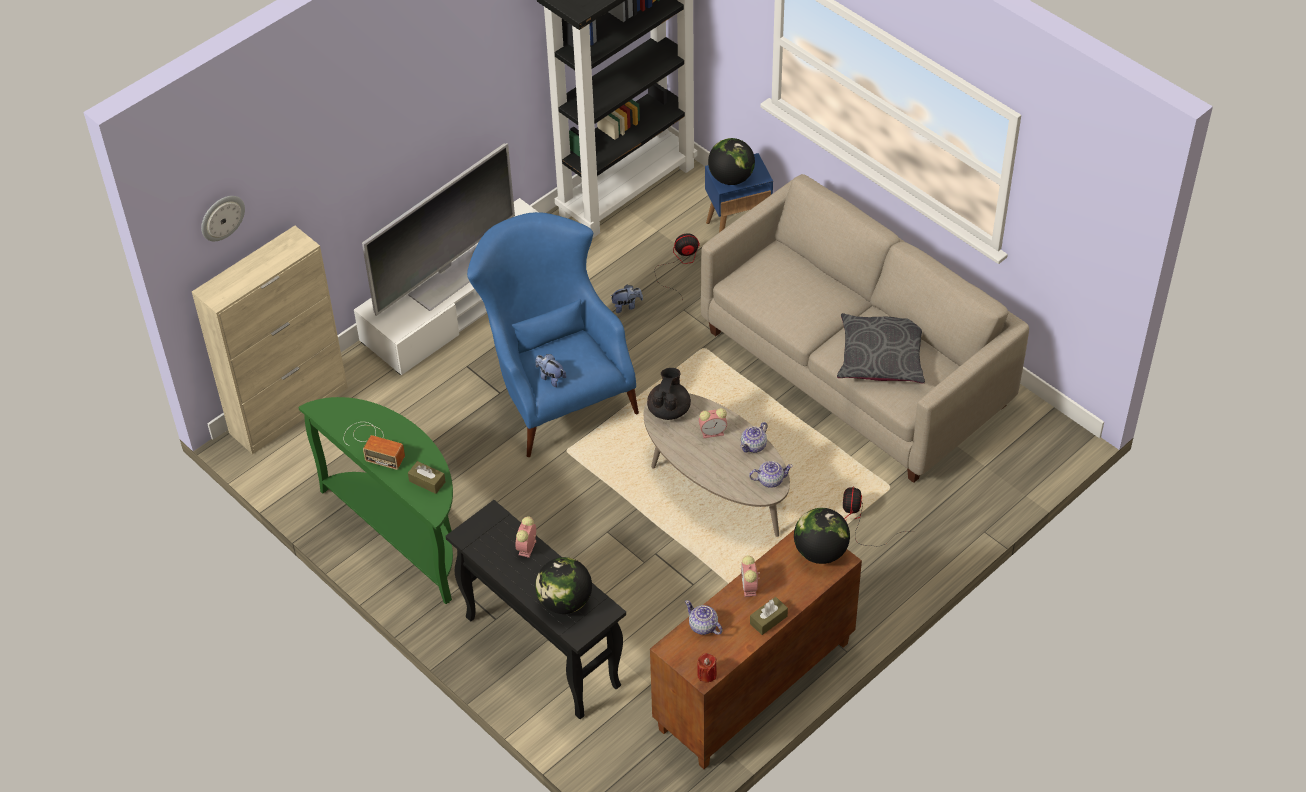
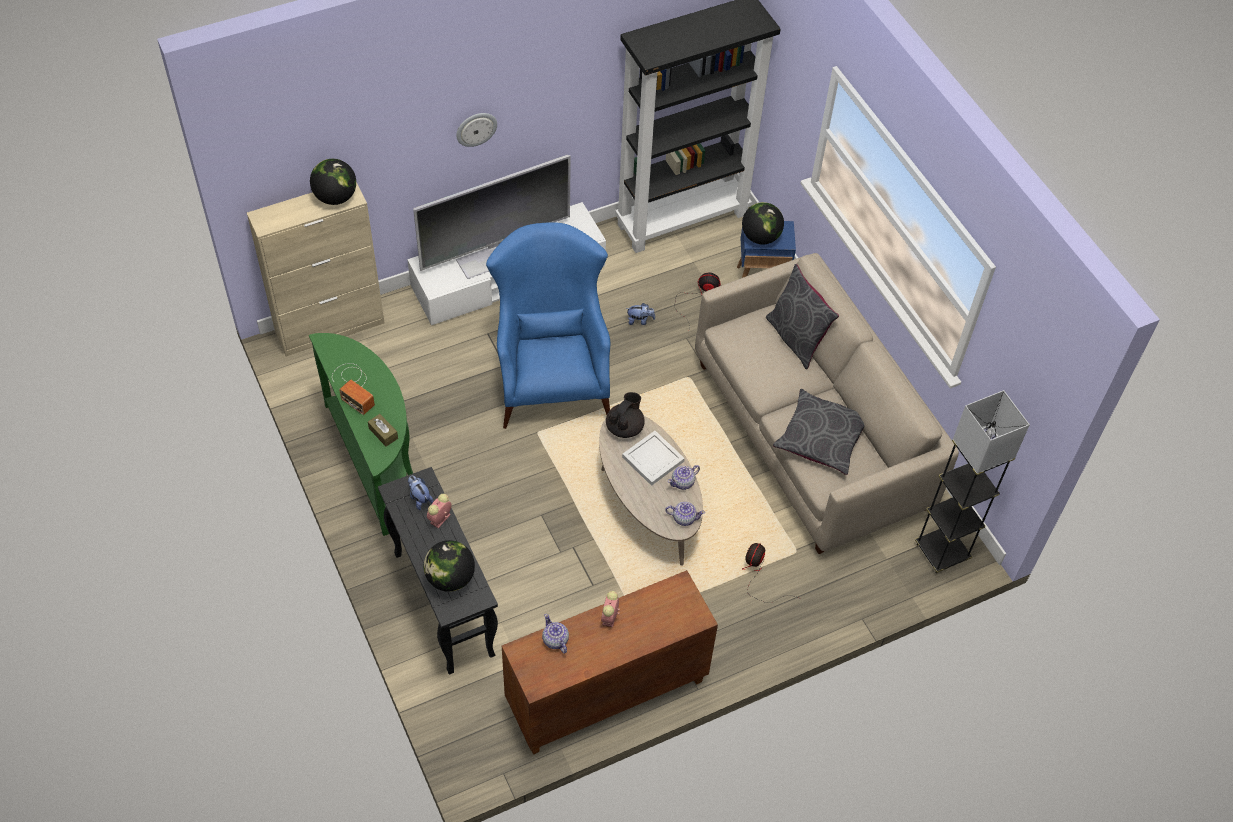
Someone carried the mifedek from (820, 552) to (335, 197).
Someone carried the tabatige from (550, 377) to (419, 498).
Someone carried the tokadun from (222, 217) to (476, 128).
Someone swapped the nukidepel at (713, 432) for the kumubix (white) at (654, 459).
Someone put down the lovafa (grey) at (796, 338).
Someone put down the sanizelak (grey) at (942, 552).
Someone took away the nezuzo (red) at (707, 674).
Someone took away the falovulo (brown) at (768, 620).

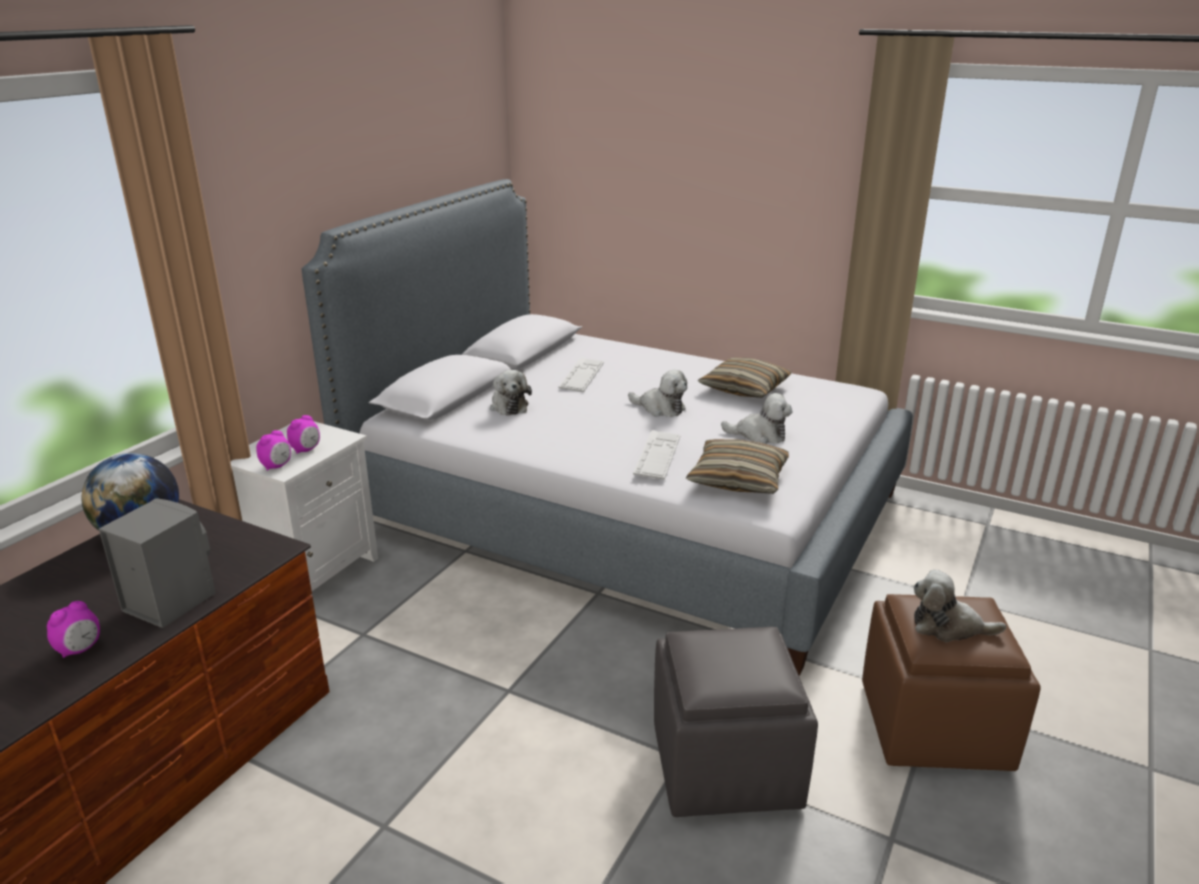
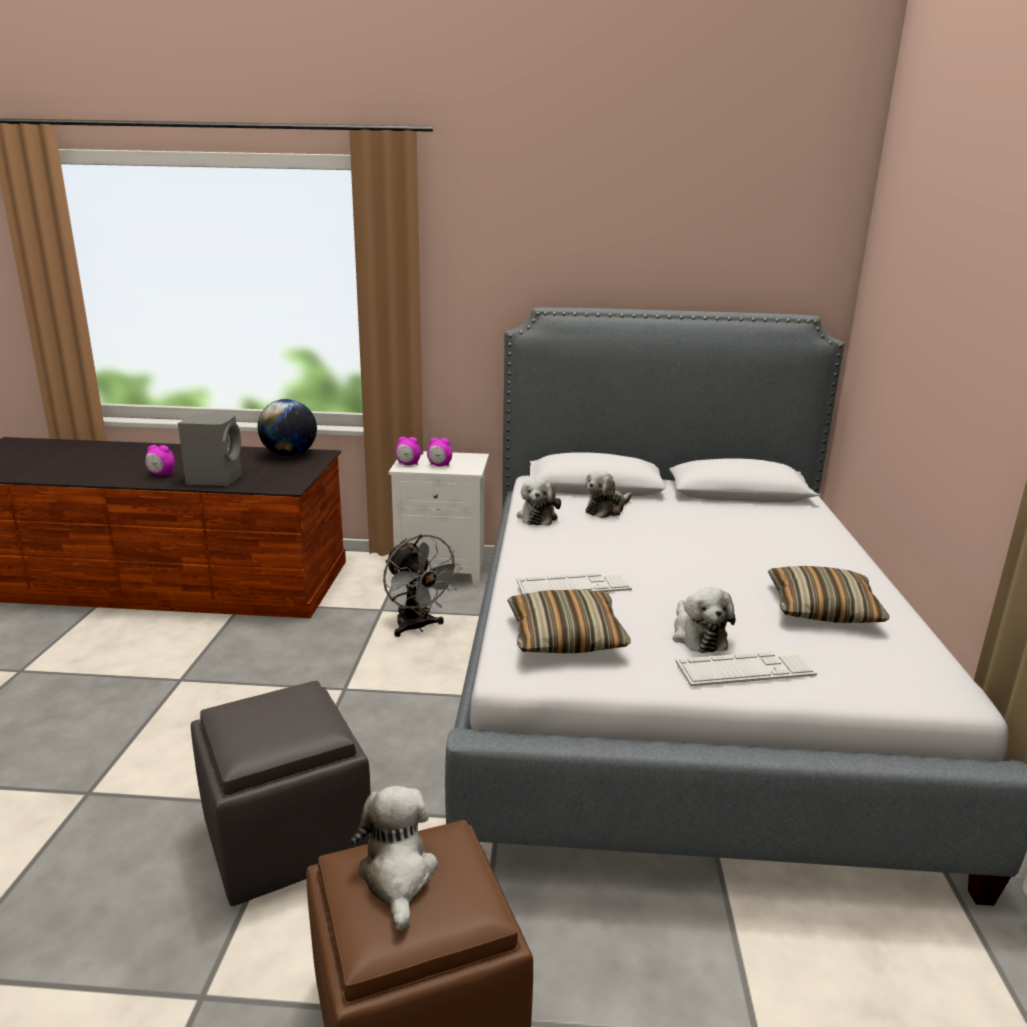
Someone put down the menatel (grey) at (417, 627).
Someone carried the tabatige from (660, 408) to (537, 516).
Someone carried the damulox from (582, 375) to (745, 669).

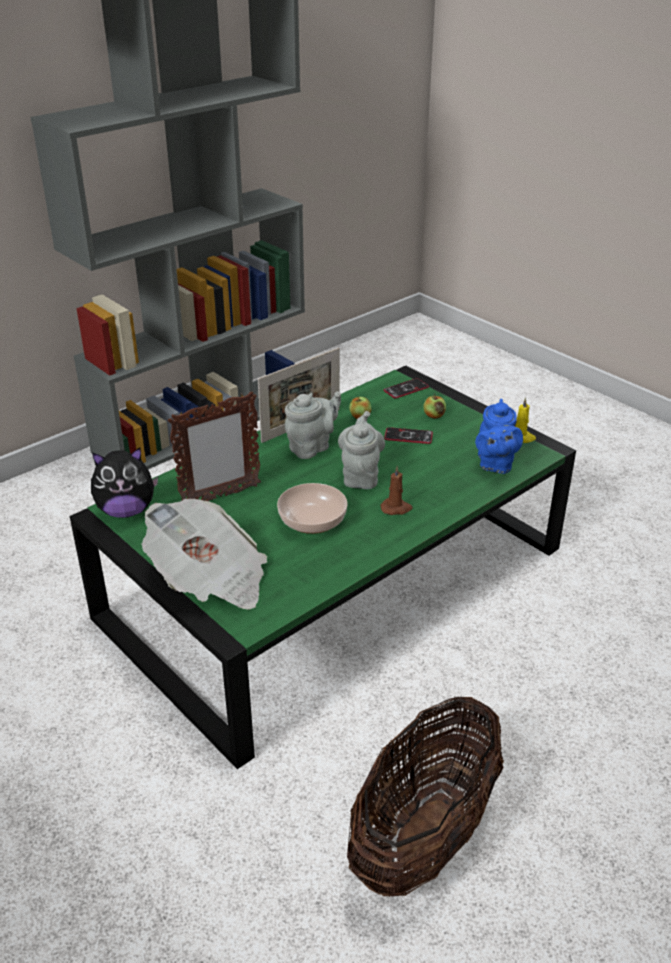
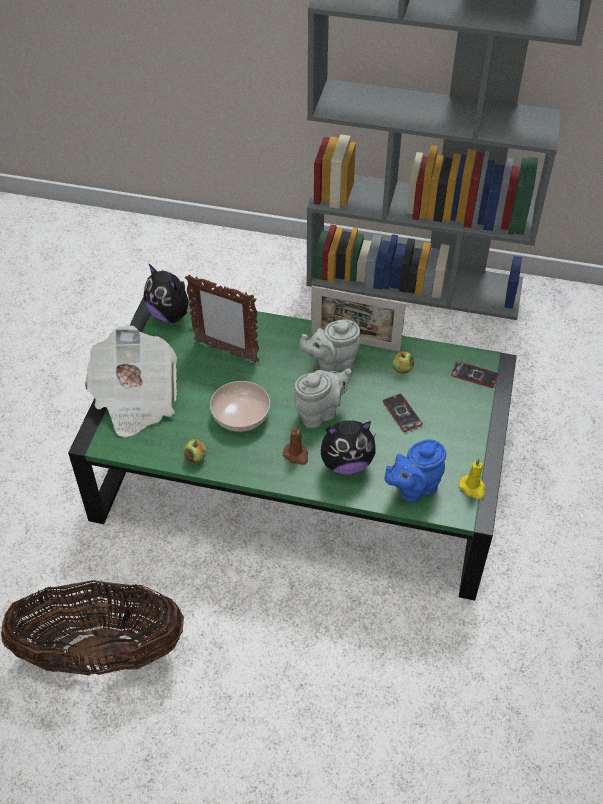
Someone carried the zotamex from (434, 415) to (195, 457).
Someone rotated the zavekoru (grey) at (312, 447) by 150 degrees clockwise.
Someone put down the tabatige at (346, 463).

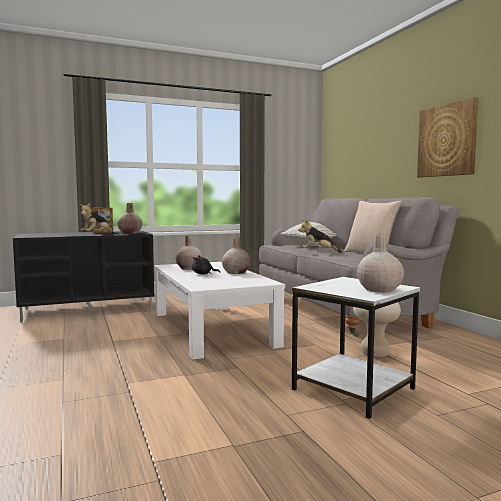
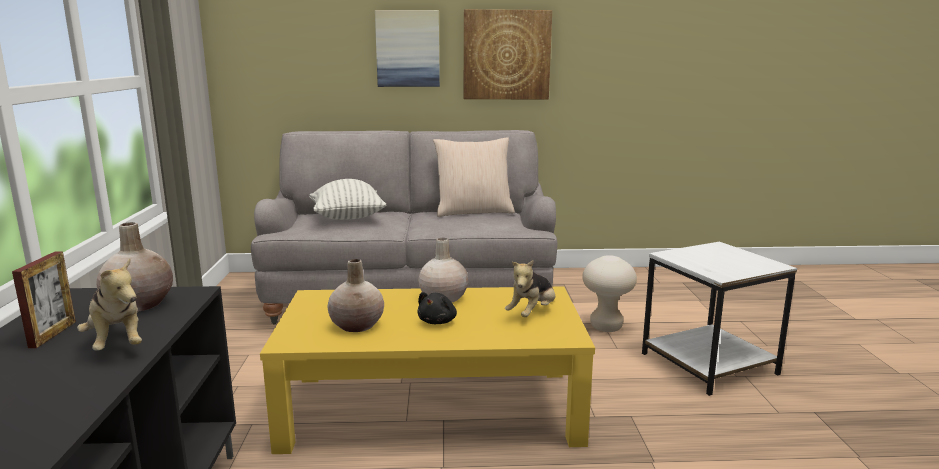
Someone repainted the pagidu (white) at (211, 328), which became the pagidu (yellow) at (433, 407).
Someone put up the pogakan at (408, 49).
Someone carried the tabatige from (318, 252) to (532, 313).
Someone took away the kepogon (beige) at (379, 289).

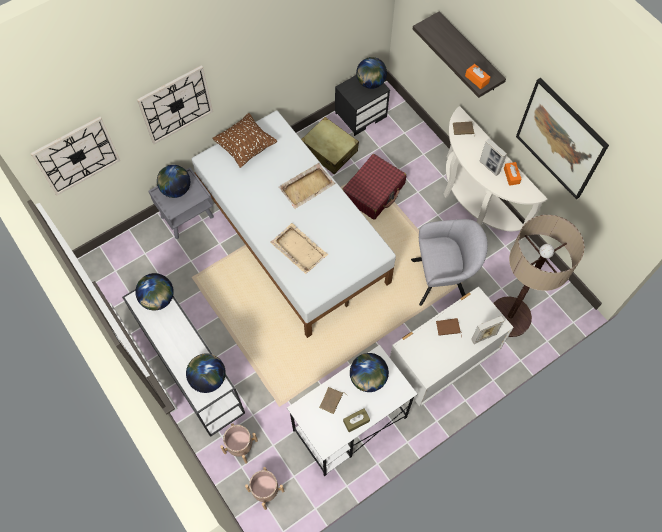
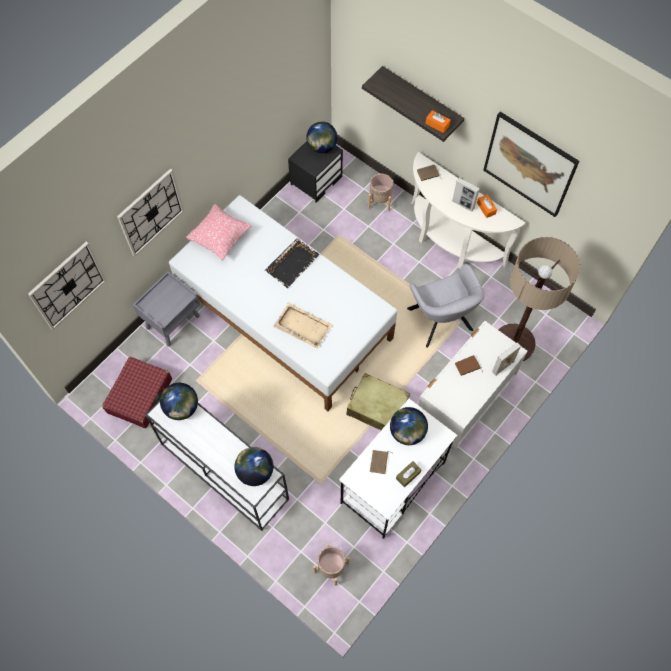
Someone carried the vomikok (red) from (373, 191) to (140, 396).
Someone repainted the lovafa (brown) at (246, 147), which became the lovafa (pink) at (220, 238).
Someone repainted the kumubix (beige) at (307, 186), which became the kumubix (black) at (292, 263).
Someone carried the vomikok (beige) from (329, 150) to (377, 407).
Someone carried the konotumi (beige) from (241, 446) to (380, 201).
Someone rotated the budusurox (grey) at (442, 279) by 90 degrees clockwise.
Someone took away the mifedek at (176, 189).

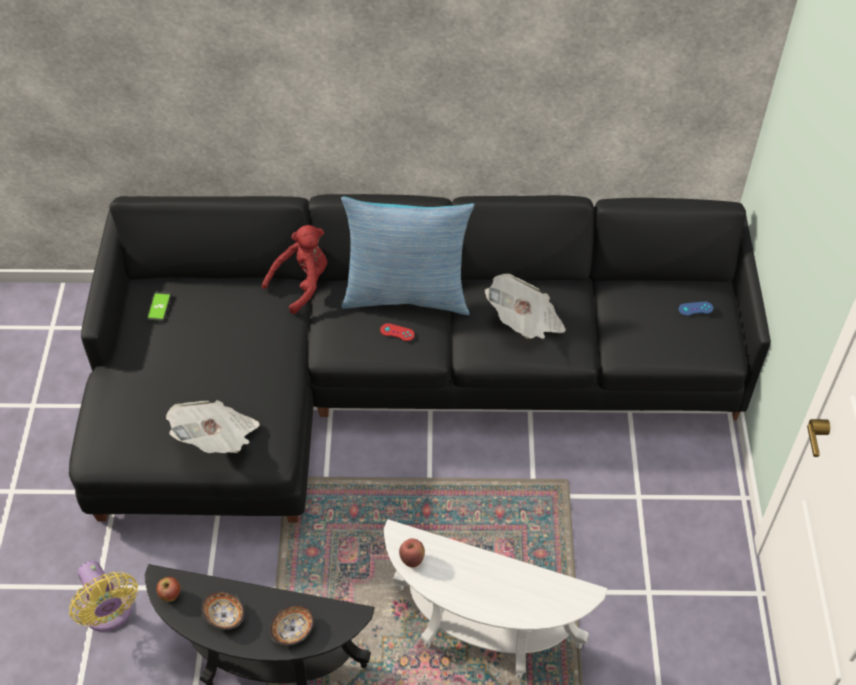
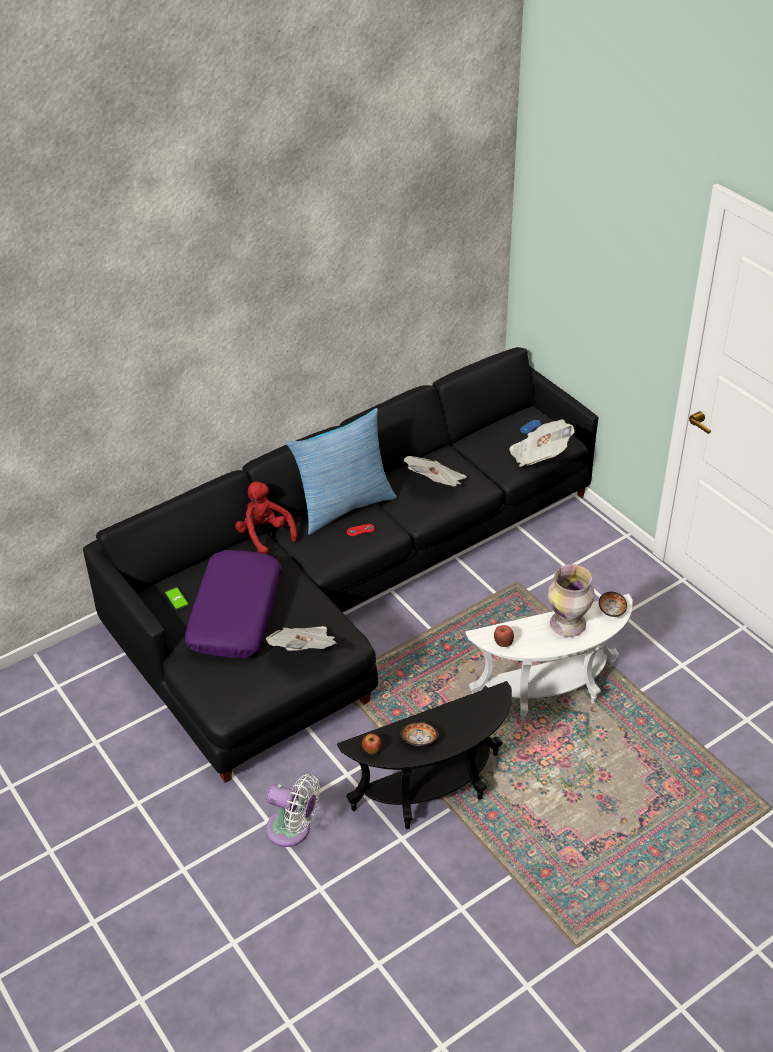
Someone put down the lovafa (purple) at (235, 613).
Someone rotated the tabatige (red) at (302, 283) by 45 degrees counterclockwise.
Someone repainted the menatel (yellow) at (109, 613), which became the menatel (white) at (292, 830).
Someone put down the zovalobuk at (539, 455).
Someone put down the kepogon at (567, 625).
Someone carried the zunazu from (293, 630) to (611, 610).

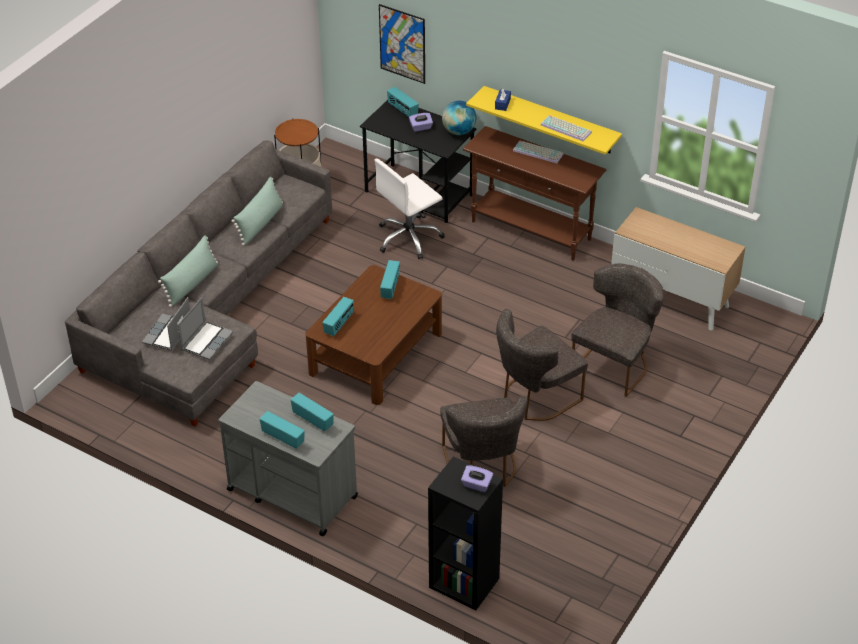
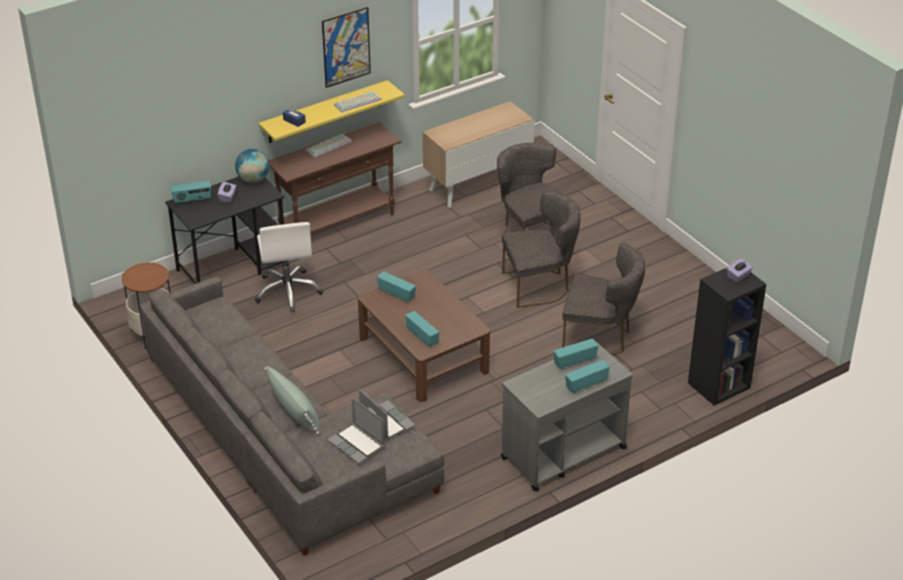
Someone carried the pogakan from (402, 43) to (346, 47).
Someone rotated the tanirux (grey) at (535, 398) by 90 degrees counterclockwise.
Someone took away the lovafa (green) at (260, 223).

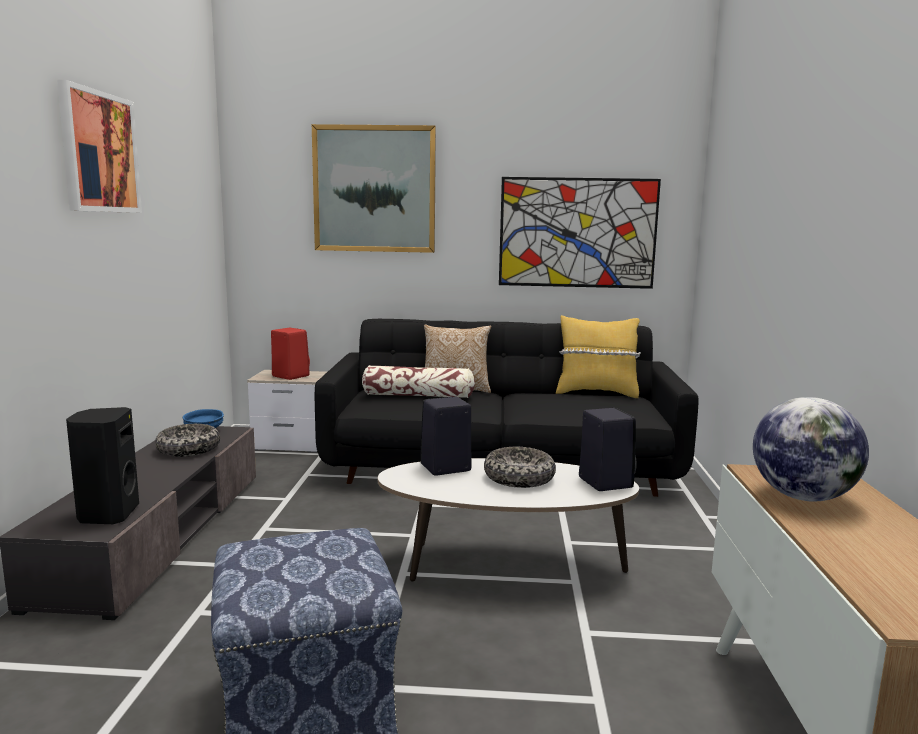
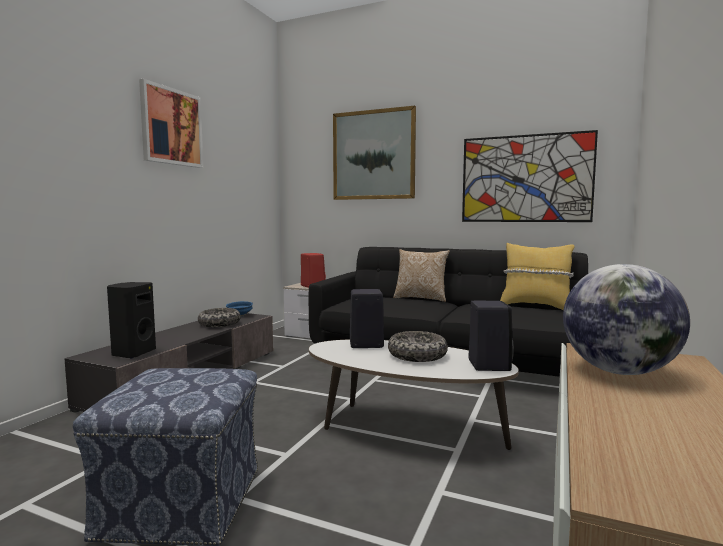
Someone took away the lovafa at (418, 395).

